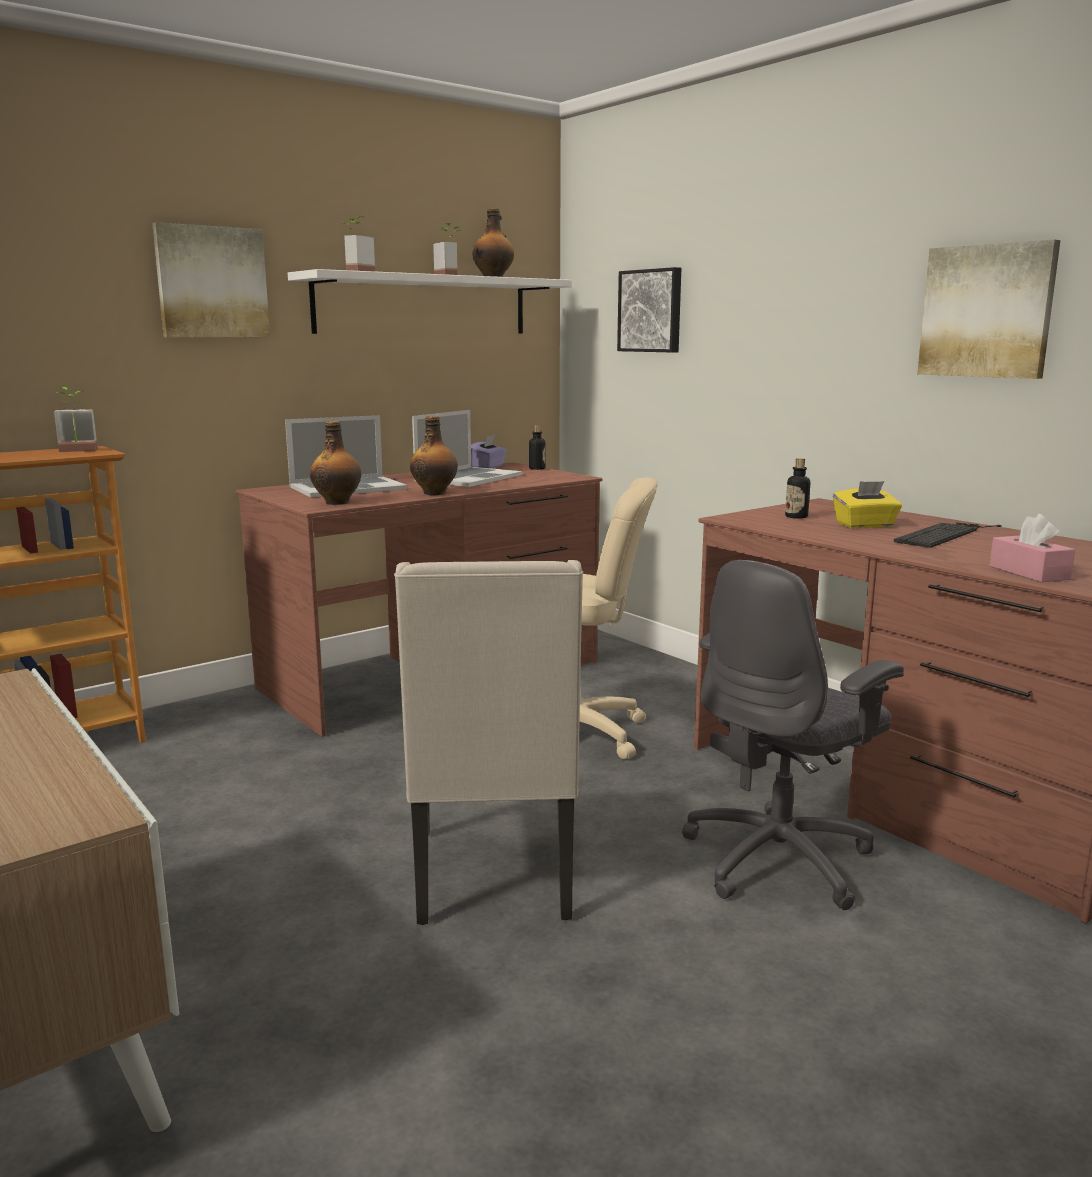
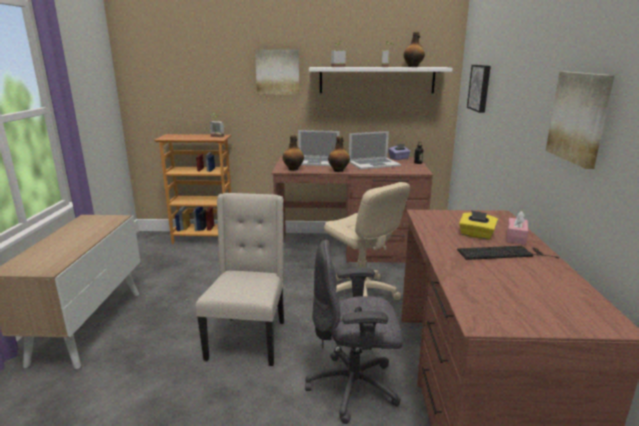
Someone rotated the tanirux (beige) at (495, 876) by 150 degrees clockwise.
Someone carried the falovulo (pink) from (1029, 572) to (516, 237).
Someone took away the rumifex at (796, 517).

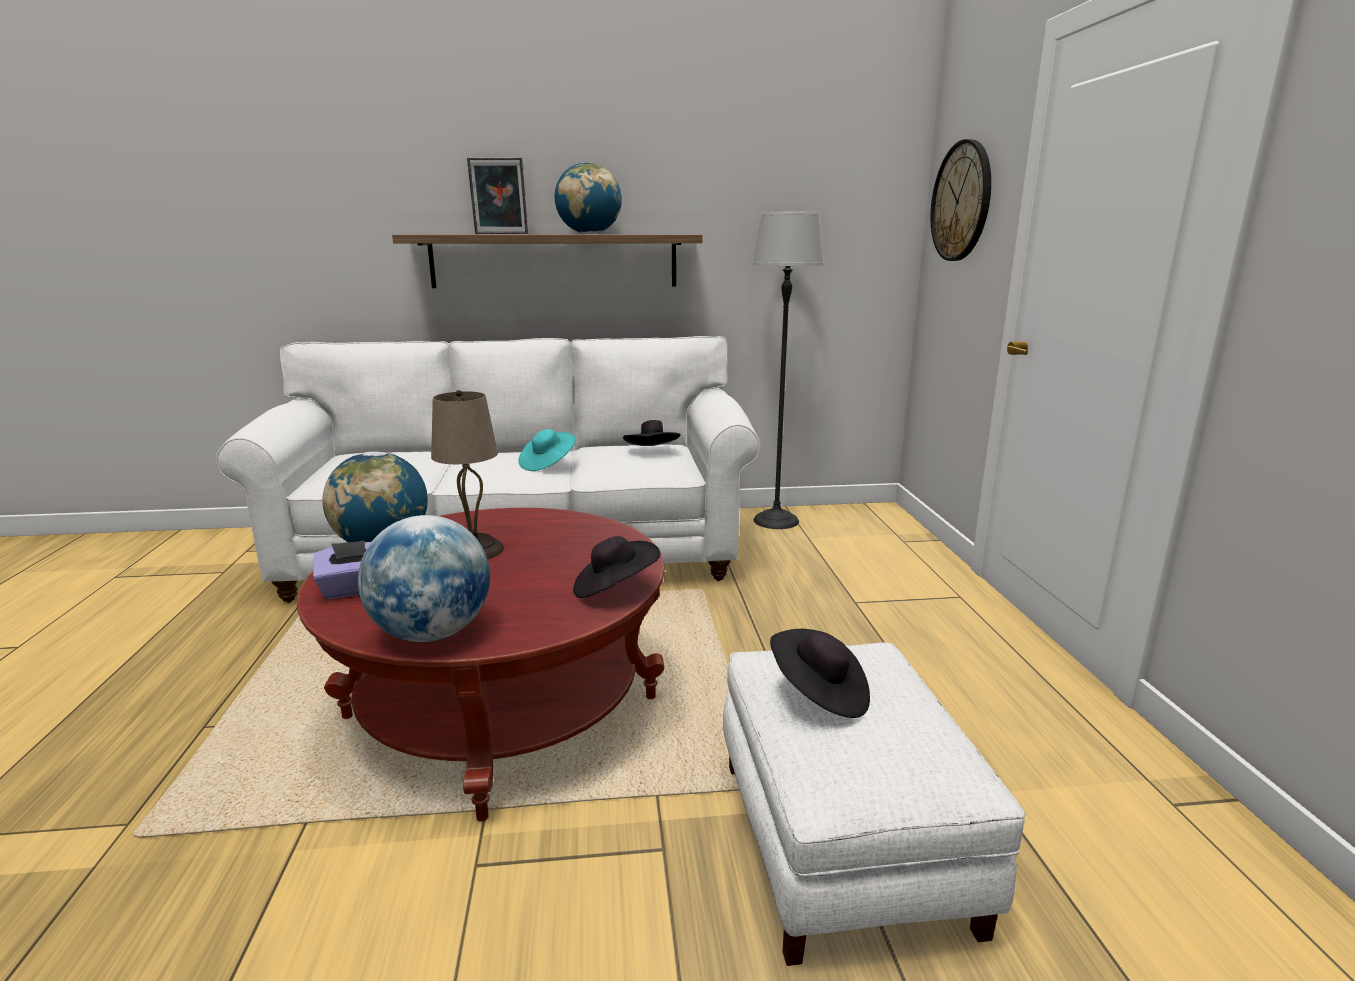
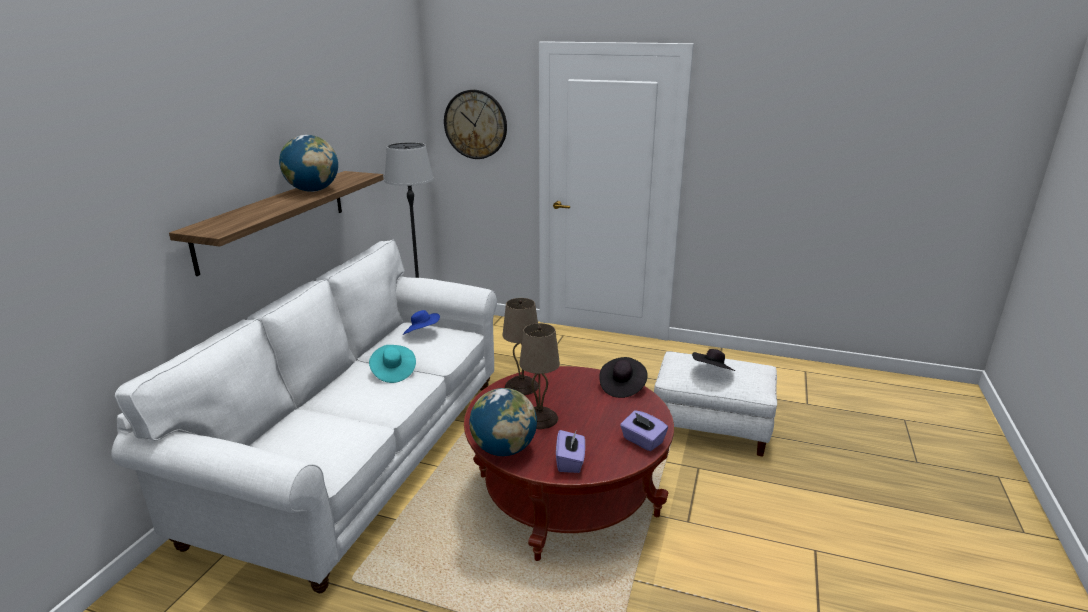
Someone repainted the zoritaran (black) at (652, 452), which became the zoritaran (blue) at (422, 333).
Someone put down the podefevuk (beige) at (522, 386).
Someone swapped the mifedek at (432, 634) for the falovulo (purple) at (642, 441).
Someone took away the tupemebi at (500, 234).

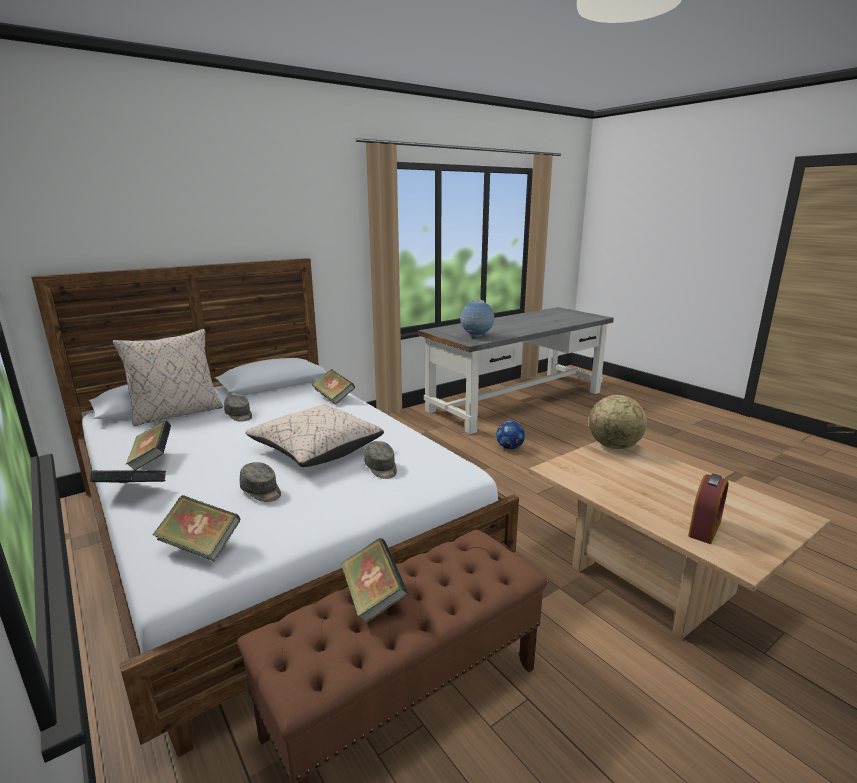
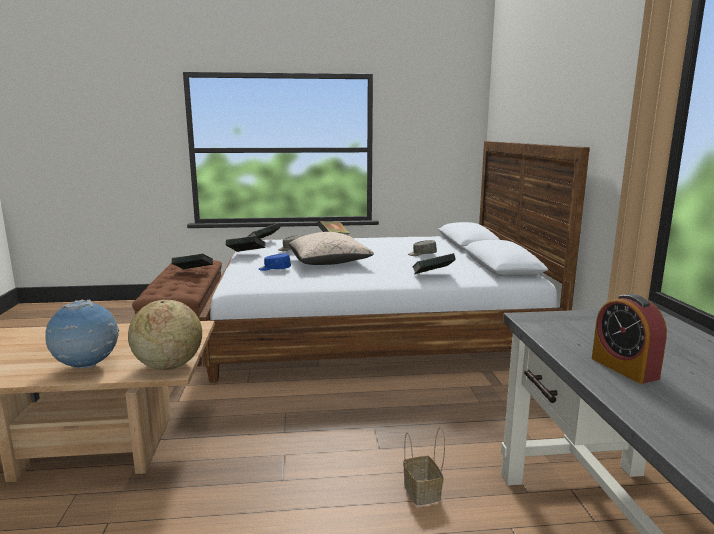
Someone carried the mifedek from (476, 336) to (87, 367).
Someone carried the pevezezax from (152, 459) to (246, 254).
Someone repainted the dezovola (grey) at (381, 468), which became the dezovola (blue) at (274, 269).
Someone swapped the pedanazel at (509, 447) for the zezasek at (423, 492).
Someone carried the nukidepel from (704, 529) to (624, 368).
Someone took away the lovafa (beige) at (177, 413).

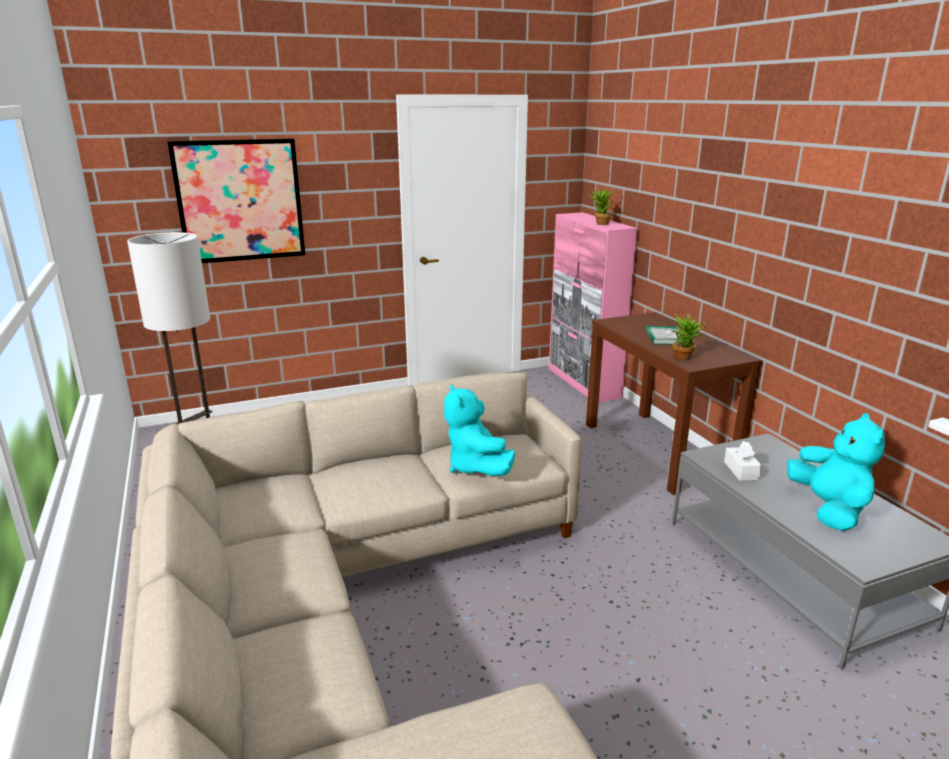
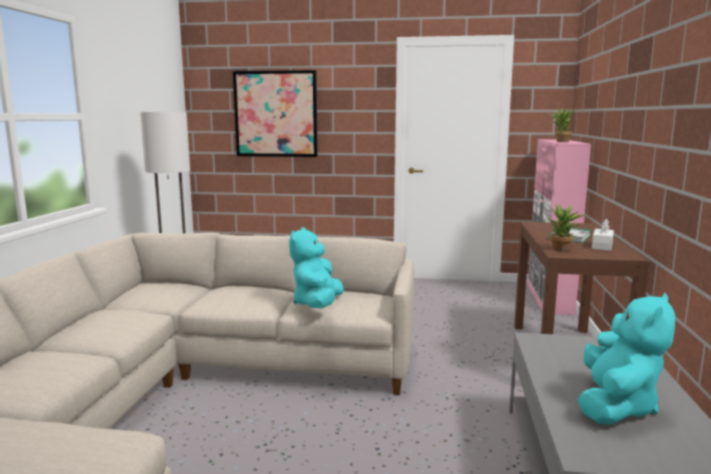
Someone carried the falovulo (white) from (741, 470) to (602, 246).

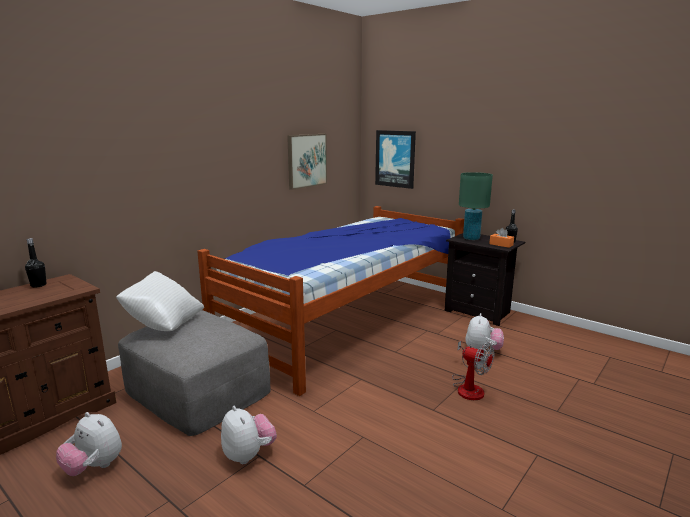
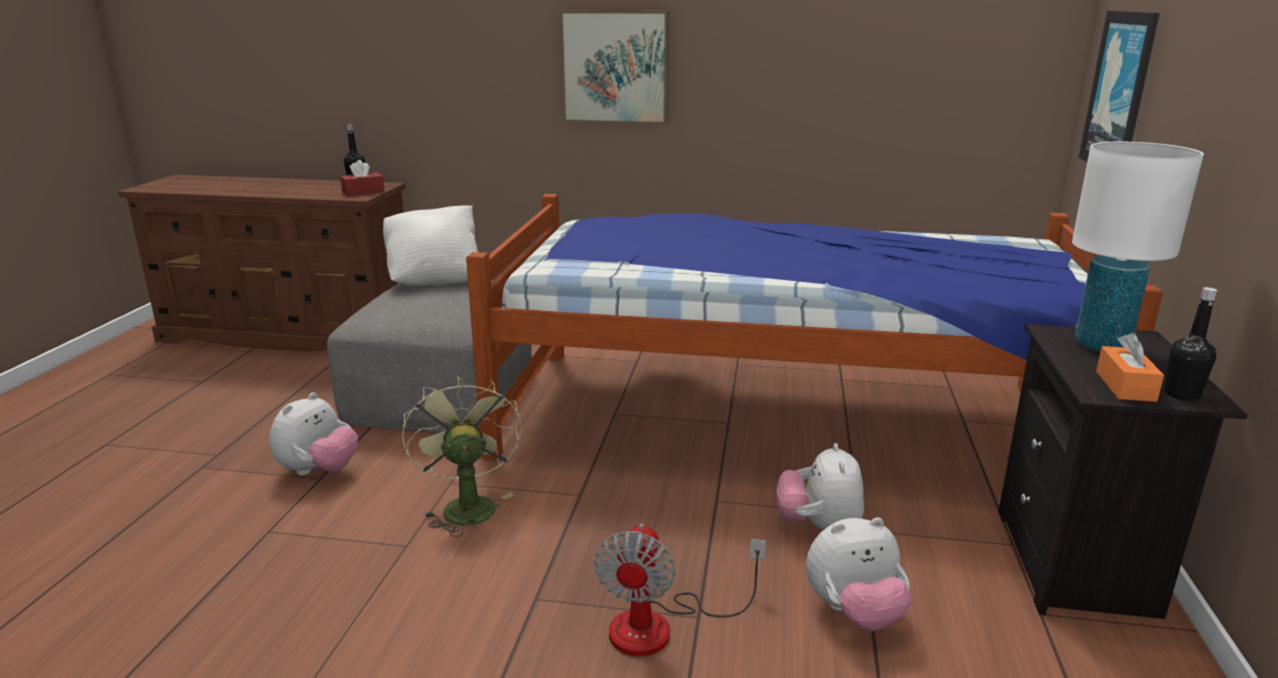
Someone put down the falovulo (red) at (363, 192).
Someone put down the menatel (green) at (466, 505).
Someone carried the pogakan from (306, 160) to (615, 67).
Someone carried the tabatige from (94, 467) to (818, 527).
Someone repainted the podefevuk (green) at (471, 238), which became the podefevuk (white) at (1101, 345).

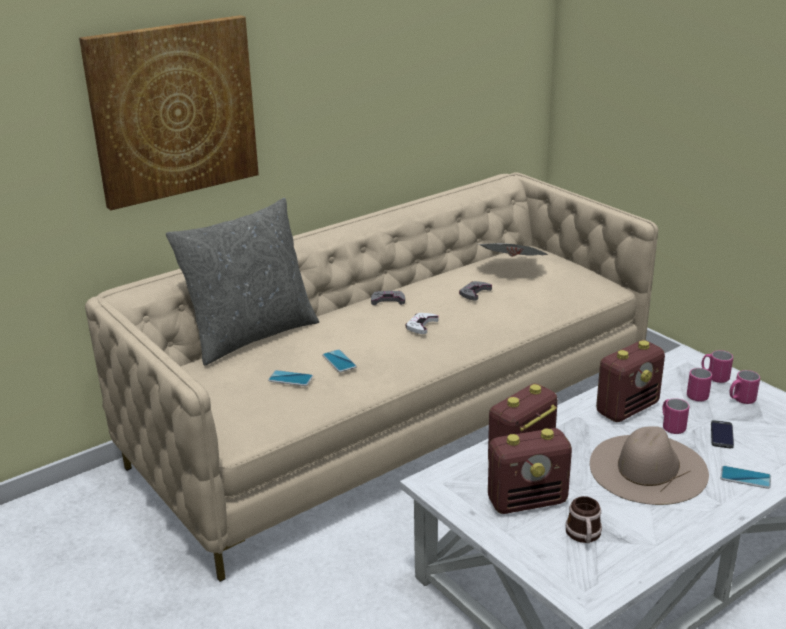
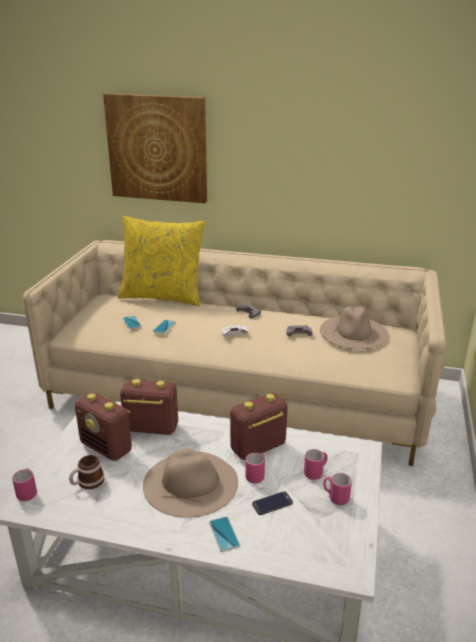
Someone carried the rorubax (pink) from (714, 377) to (27, 492).
Someone repainted the lovafa (grey) at (251, 335), which became the lovafa (yellow) at (163, 296).
Someone rotated the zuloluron at (627, 408) by 135 degrees clockwise.
Someone swapped the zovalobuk at (513, 267) for the zoritaran (beige) at (353, 332).

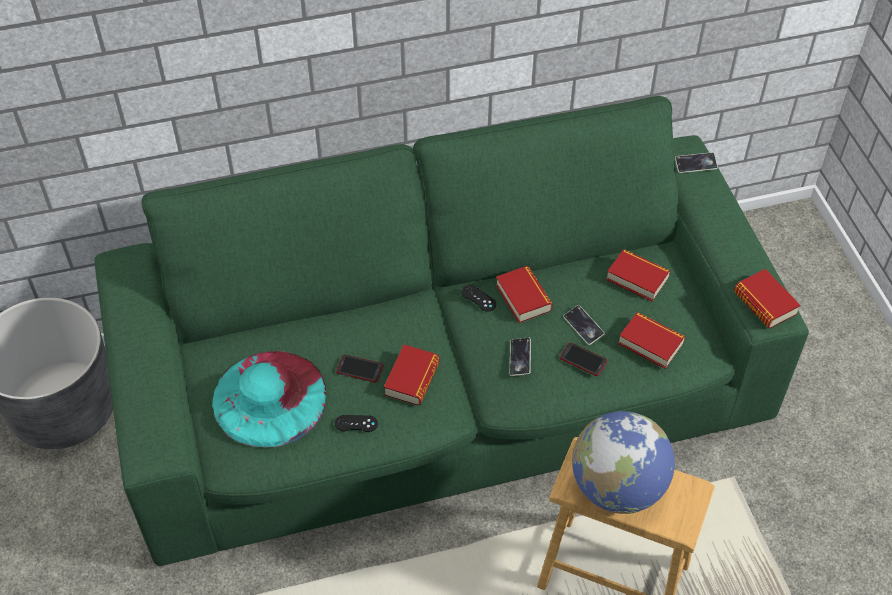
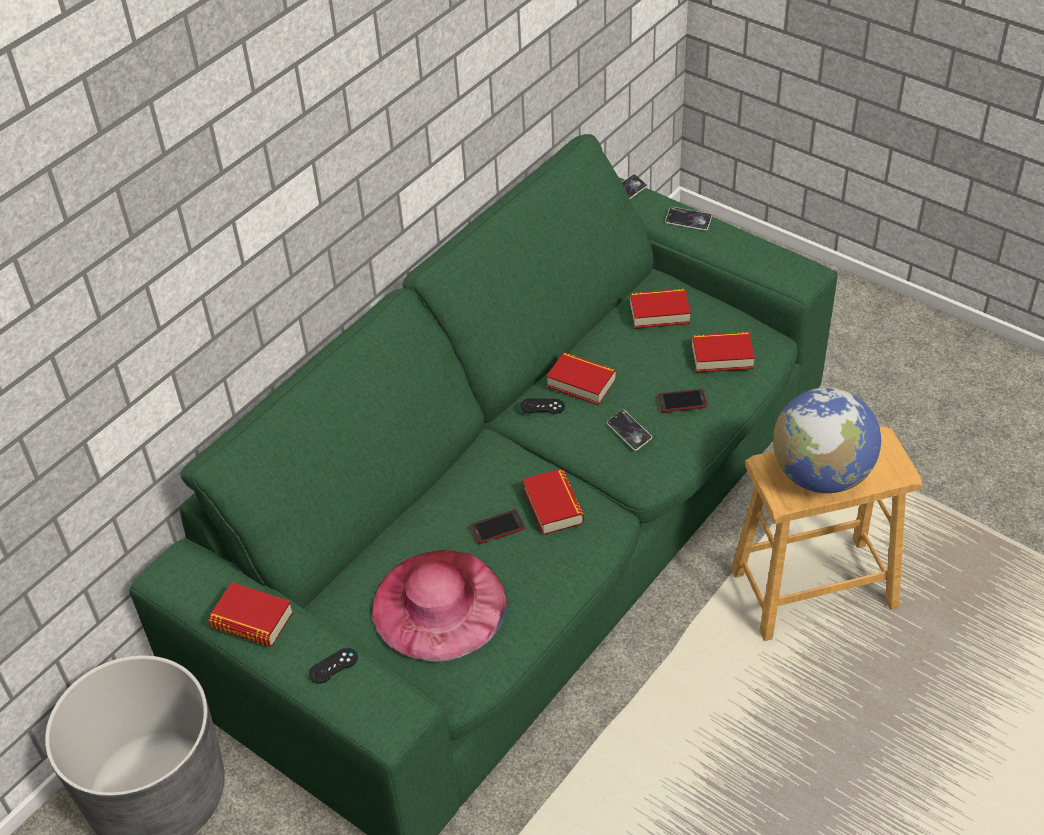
Someone carried the pevezezax from (765, 303) to (252, 620).
Someone carried the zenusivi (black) from (356, 423) to (333, 666).
Someone repainted the zoritaran (turquoise) at (270, 398), which became the zoritaran (pink) at (439, 604).
Someone carried the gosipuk from (583, 327) to (688, 221).

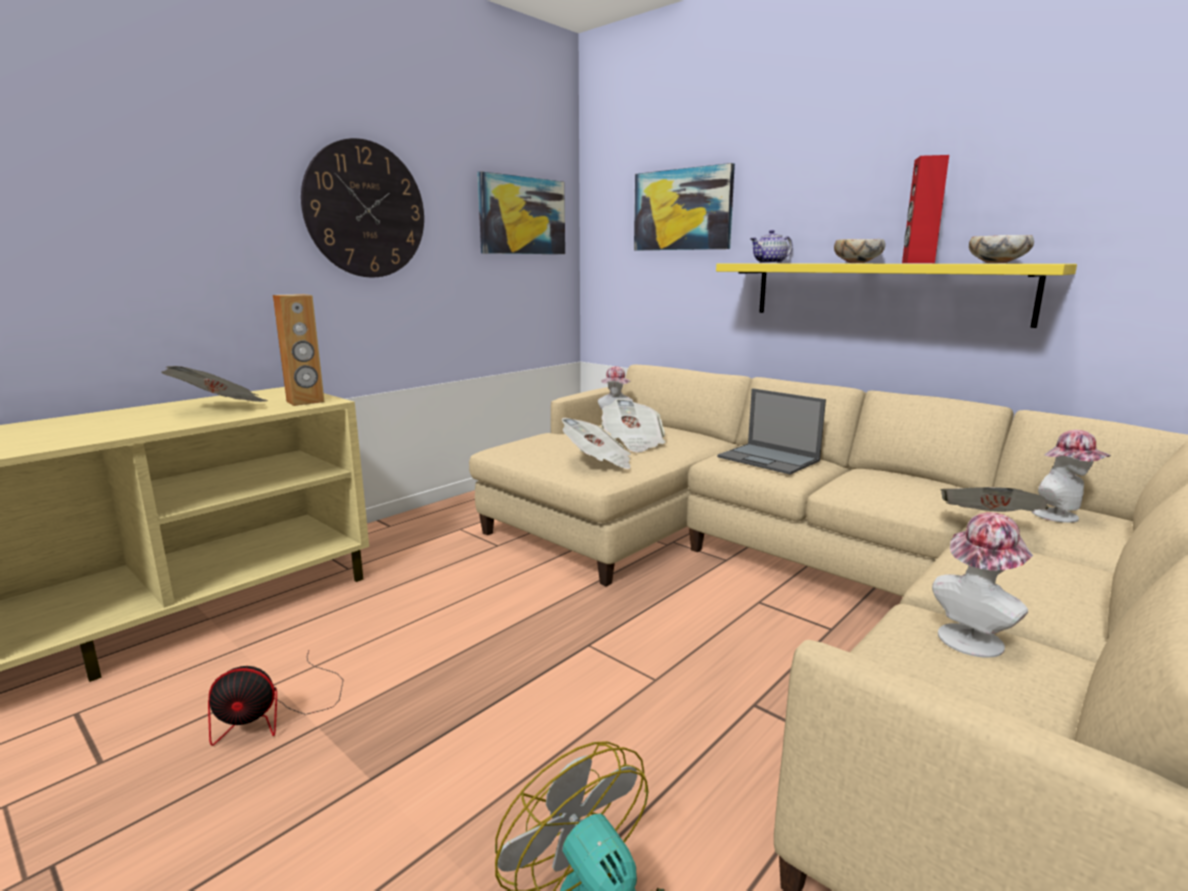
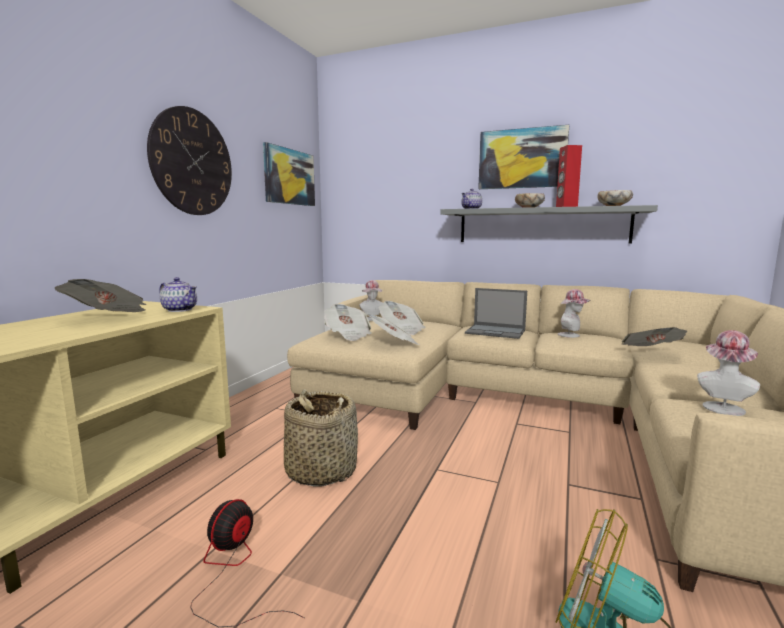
Someone swapped the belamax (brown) at (305, 402) for the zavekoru at (179, 309).
Someone rotated the menatel at (276, 712) by 150 degrees clockwise.
Someone put down the zezasek at (321, 470).
Someone put down the zovalobuk at (348, 335).
Someone repainted the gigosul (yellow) at (883, 291), which became the gigosul (grey) at (541, 226).
Someone carried the pogakan from (682, 210) to (522, 158).
Someone carried the zoritaran from (1061, 516) to (571, 335).

